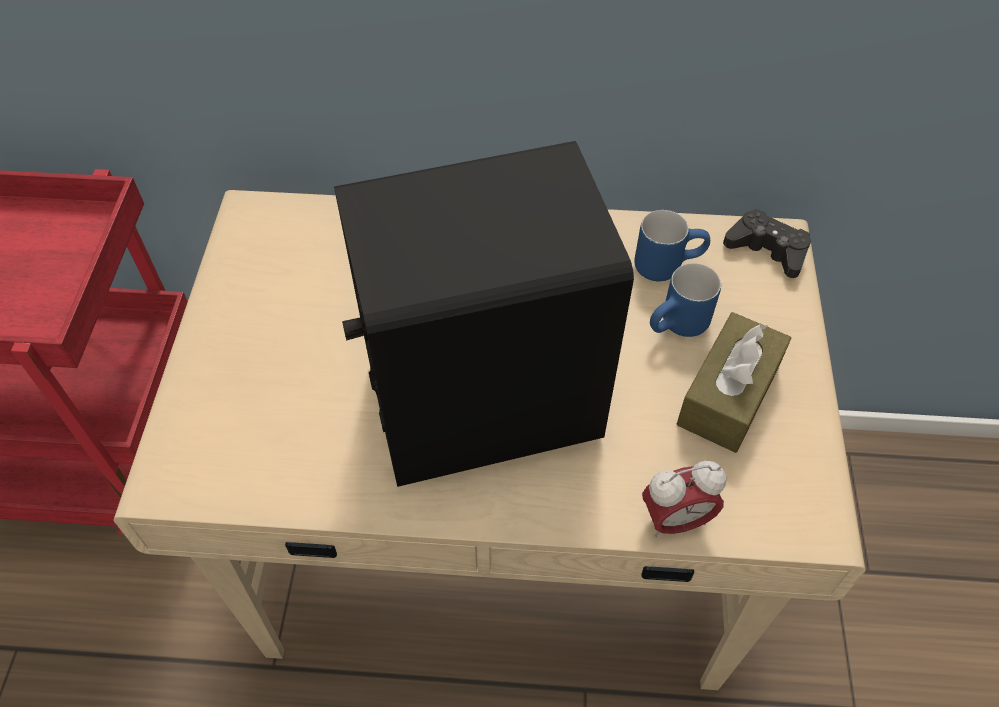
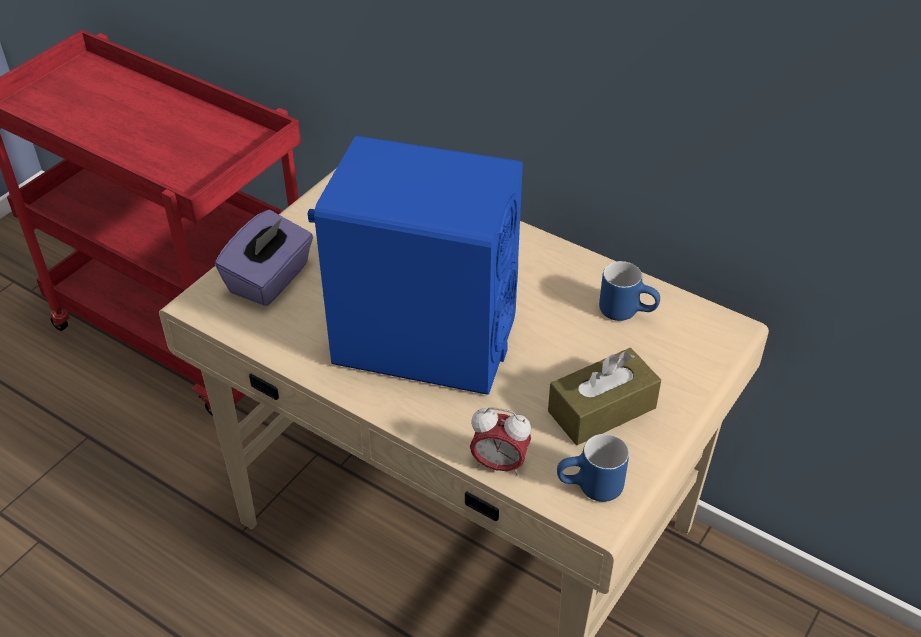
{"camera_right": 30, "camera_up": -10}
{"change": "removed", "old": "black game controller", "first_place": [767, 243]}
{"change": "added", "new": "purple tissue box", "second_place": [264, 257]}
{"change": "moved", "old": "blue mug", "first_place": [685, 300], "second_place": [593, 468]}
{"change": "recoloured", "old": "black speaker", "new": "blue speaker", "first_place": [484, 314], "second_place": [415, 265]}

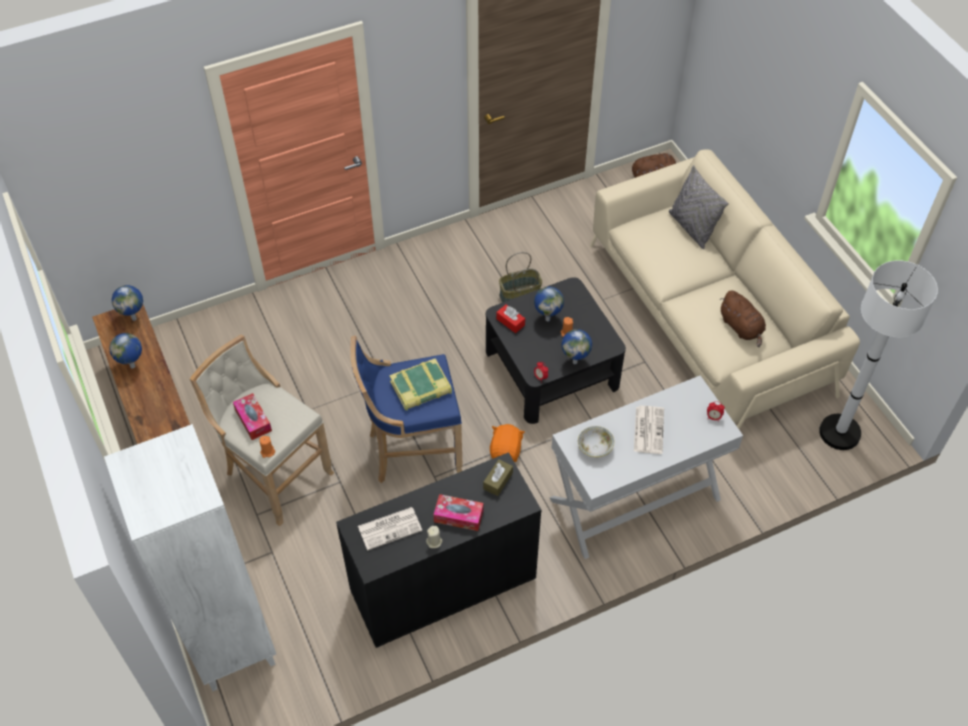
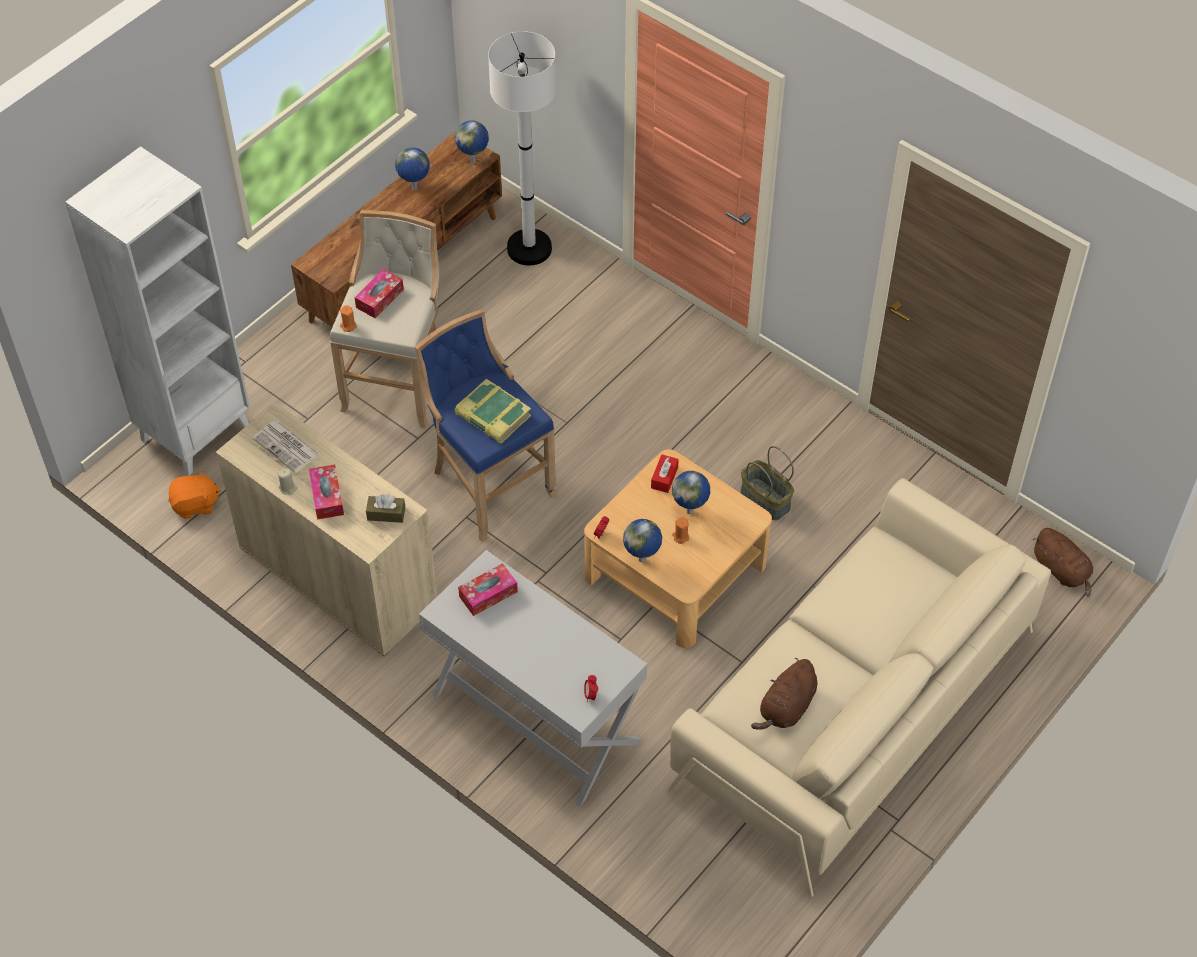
{"camera_right": 65, "camera_up": 0}
{"change": "removed", "old": "newspaper", "first_place": [649, 430]}
{"change": "removed", "old": "grey pillow", "first_place": [699, 207]}
{"change": "moved", "old": "orange plush toy", "first_place": [507, 443], "second_place": [194, 494]}
{"change": "moved", "old": "white floor lamp", "first_place": [878, 355], "second_place": [522, 148]}
{"change": "replaced", "old": "bowl", "new": "tissue box", "first_place": [596, 441], "second_place": [488, 589]}
{"change": "recoloured", "old": "black cabinet", "new": "beige cabinet", "first_place": [439, 550], "second_place": [326, 529]}
{"change": "recoloured", "old": "black coffee table", "new": "beige coffee table", "first_place": [556, 350], "second_place": [678, 548]}

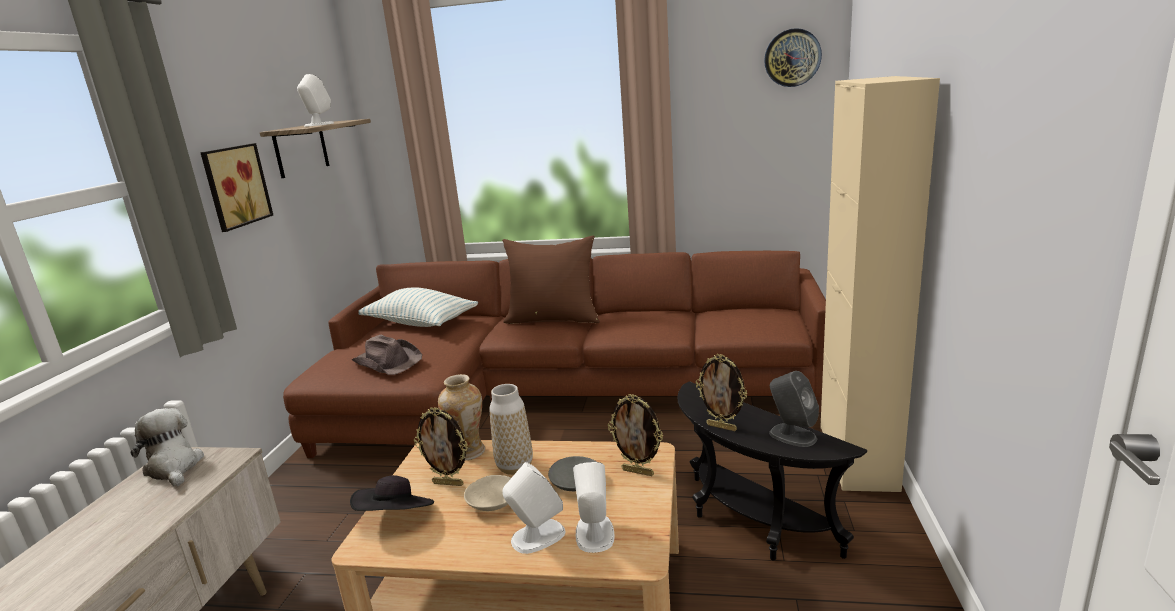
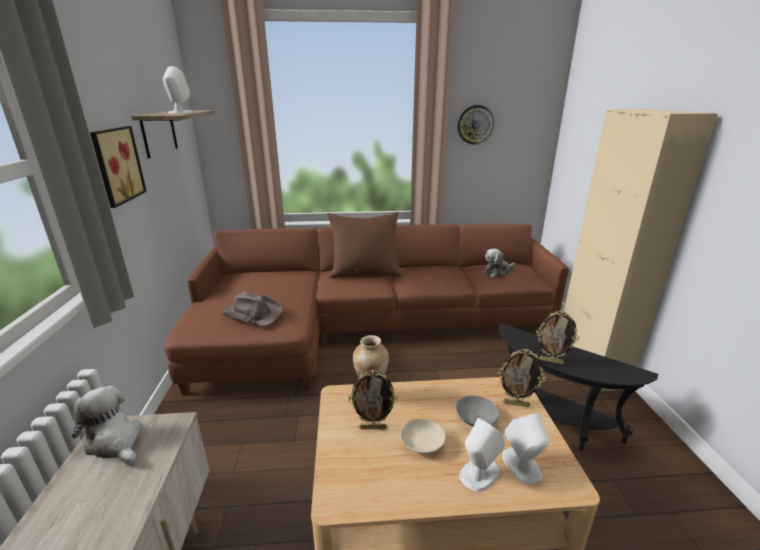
{"camera_right": -15, "camera_up": 5}
{"change": "removed", "old": "black hat", "first_place": [392, 493]}
{"change": "removed", "old": "pillow", "first_place": [418, 307]}
{"change": "removed", "old": "vase", "first_place": [511, 429]}
{"change": "removed", "old": "grey speaker", "first_place": [794, 409]}
{"change": "added", "new": "plush toy", "second_place": [499, 263]}
{"change": "moved", "old": "wall clock", "first_place": [793, 57], "second_place": [475, 125]}

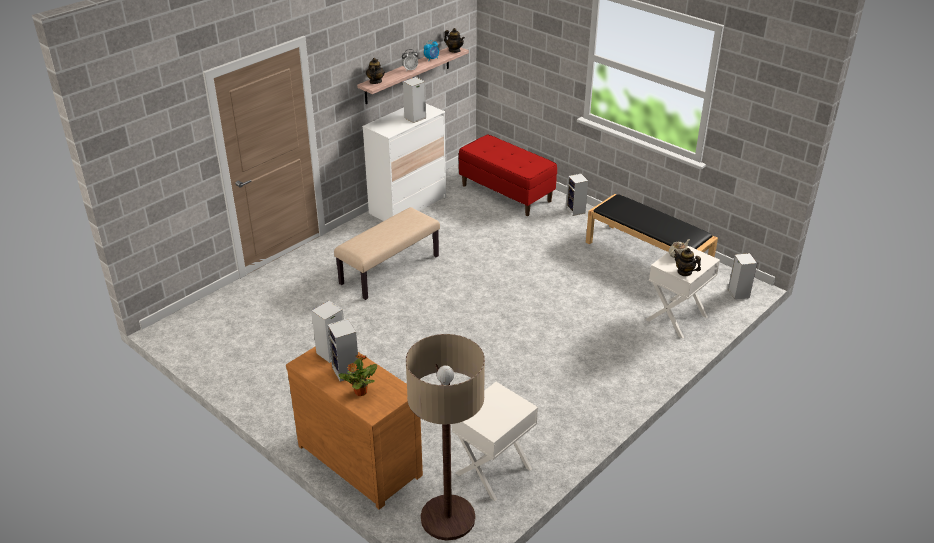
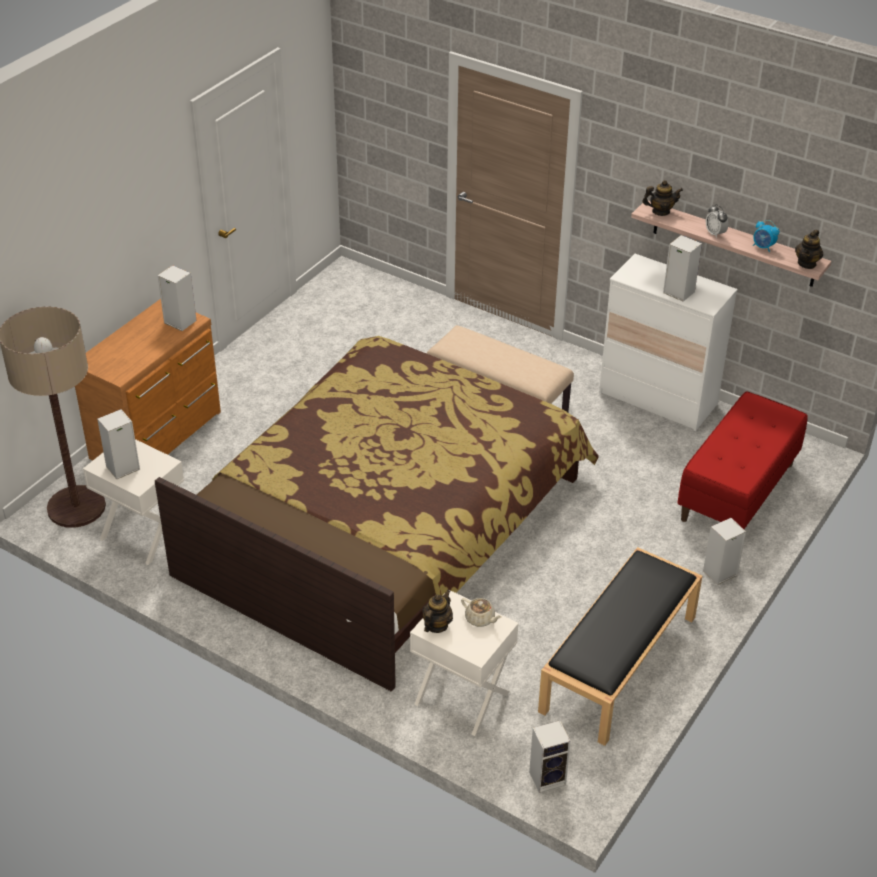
{"camera_right": 80, "camera_up": 5}
{"change": "removed", "old": "potted plant", "first_place": [357, 375]}
{"change": "added", "new": "bed", "second_place": [377, 513]}
{"change": "moved", "old": "speaker", "first_place": [342, 350], "second_place": [118, 444]}

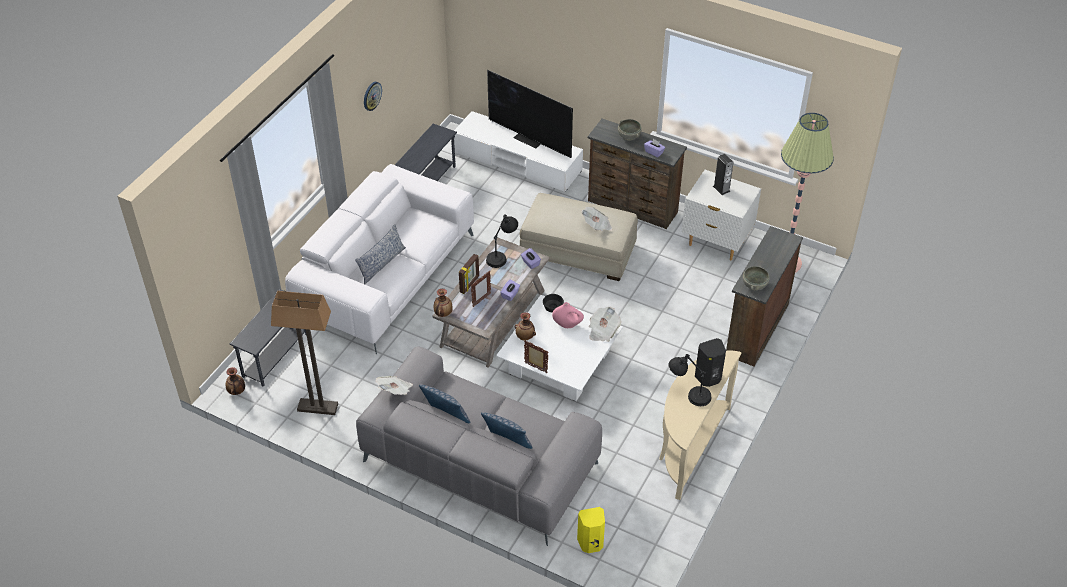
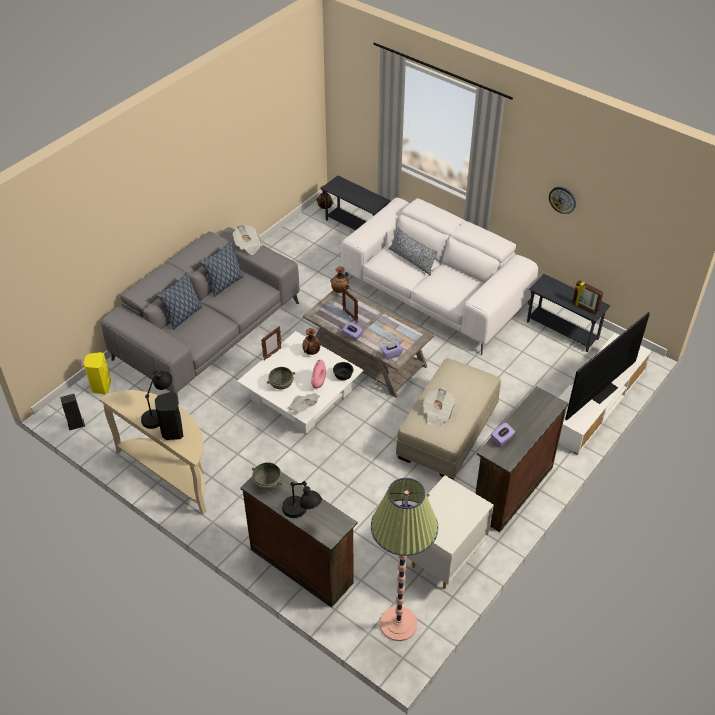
{"camera_right": 100, "camera_up": 0}
{"change": "removed", "old": "floor lamp", "first_place": [304, 353]}
{"change": "moved", "old": "picture frame", "first_place": [469, 274], "second_place": [587, 297]}
{"change": "moved", "old": "black table lamp", "first_place": [502, 241], "second_place": [302, 499]}
{"change": "moved", "old": "grey bowl", "first_place": [630, 130], "second_place": [281, 378]}
{"change": "moved", "old": "speaker", "first_place": [723, 174], "second_place": [72, 412]}

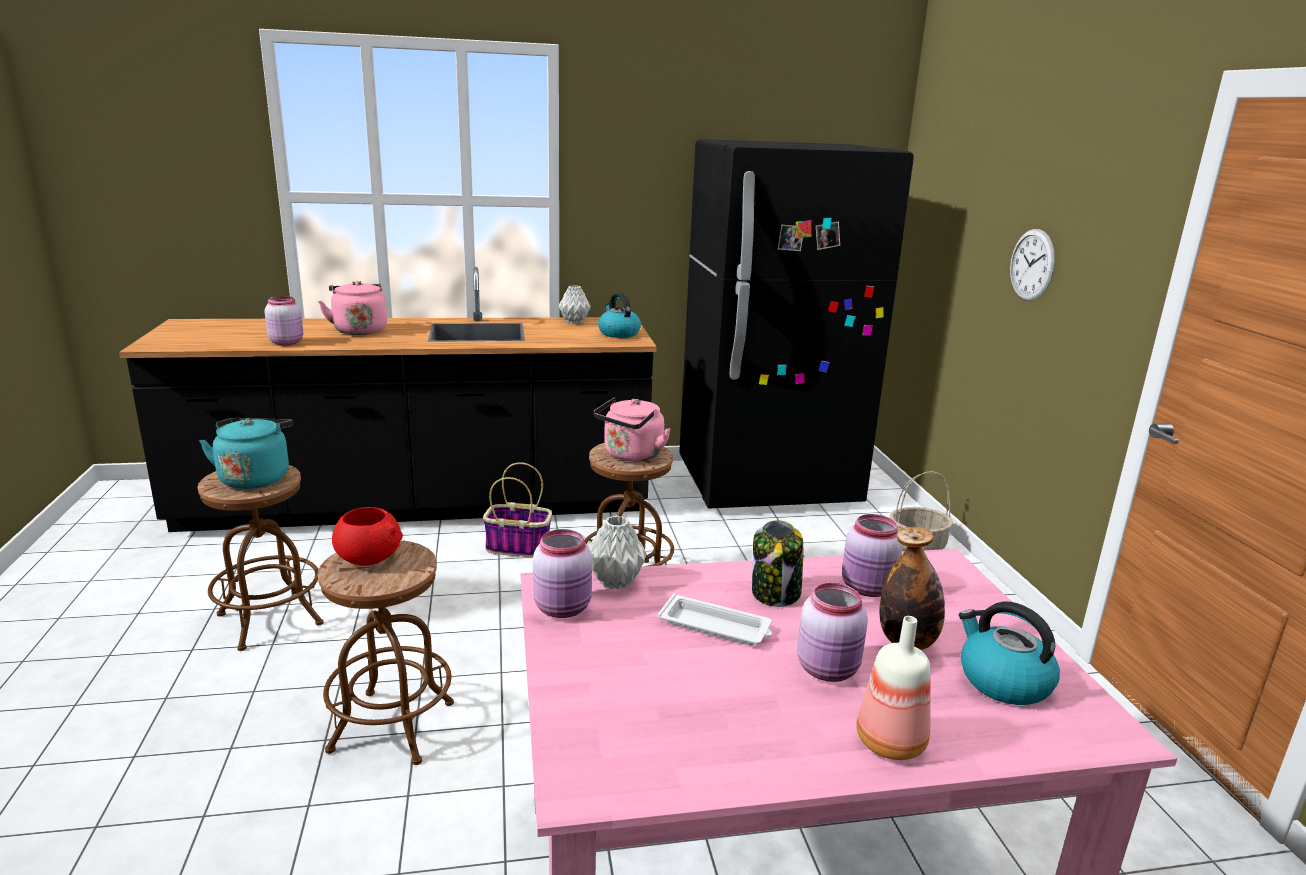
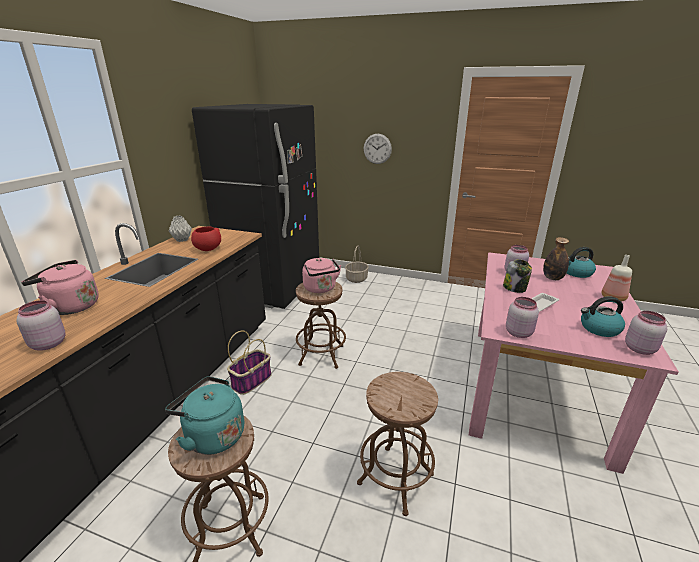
{"camera_right": -60, "camera_up": 5}
{"change": "removed", "old": "grey vase", "first_place": [618, 553]}
{"change": "moved", "old": "red bowl", "first_place": [367, 536], "second_place": [206, 238]}
{"change": "moved", "old": "kettle", "first_place": [619, 315], "second_place": [603, 317]}
{"change": "moved", "old": "pink jar", "first_place": [832, 632], "second_place": [646, 333]}

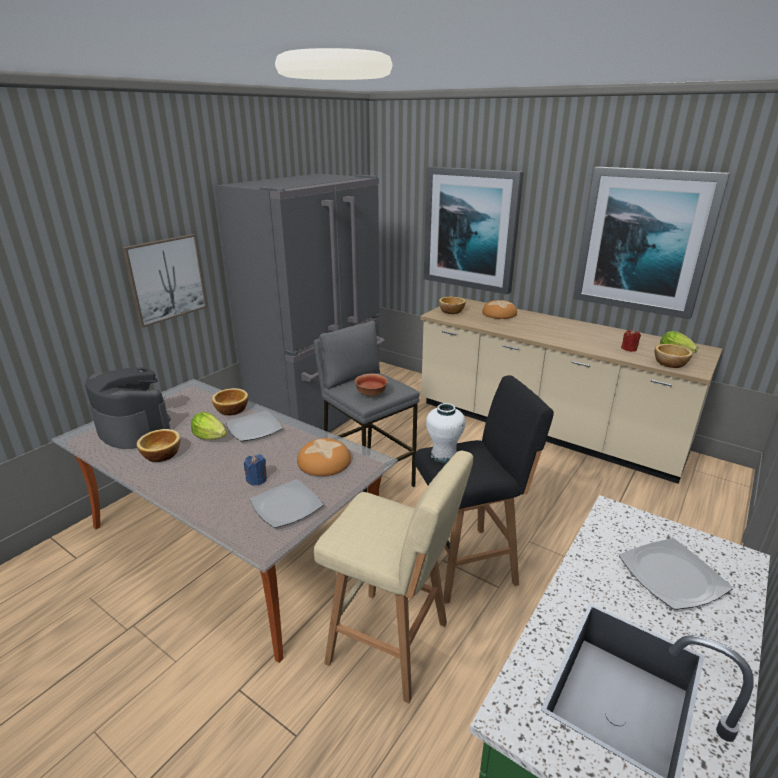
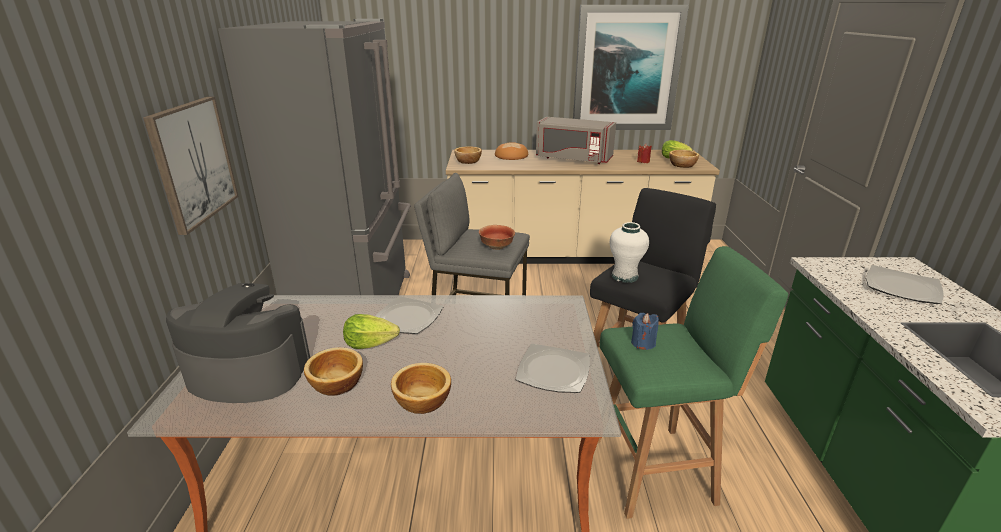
{"camera_right": -35, "camera_up": 0}
{"change": "removed", "old": "bread", "first_place": [324, 457]}
{"change": "removed", "old": "picture", "first_place": [474, 231]}
{"change": "added", "new": "grey microwave", "second_place": [576, 140]}
{"change": "moved", "old": "bowl", "first_place": [230, 401], "second_place": [421, 388]}
{"change": "moved", "old": "blue candle", "first_place": [255, 469], "second_place": [645, 331]}
{"change": "recoloured", "old": "beige stool", "new": "green stool", "first_place": [393, 577], "second_place": [693, 382]}

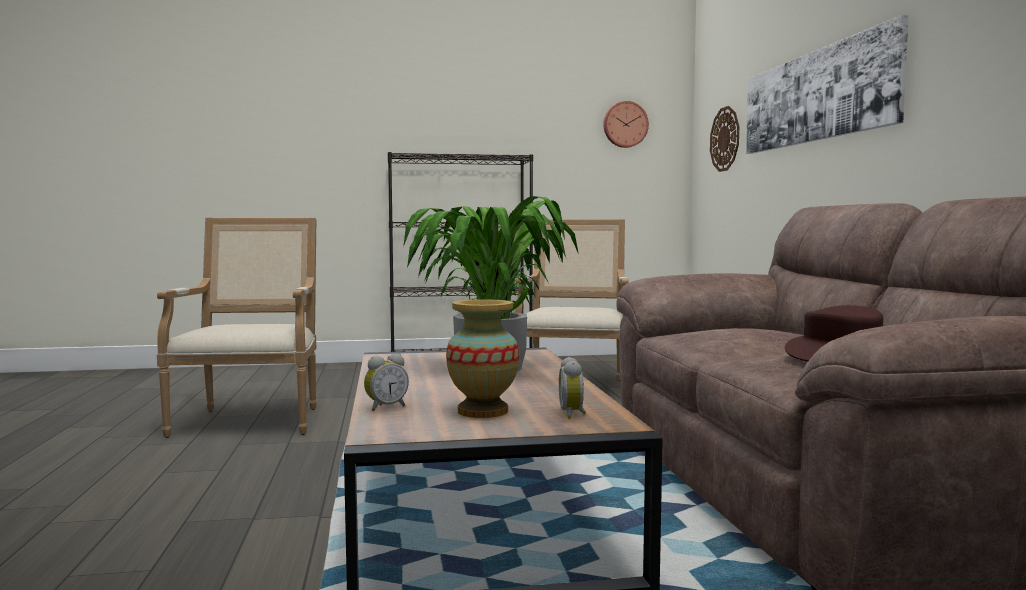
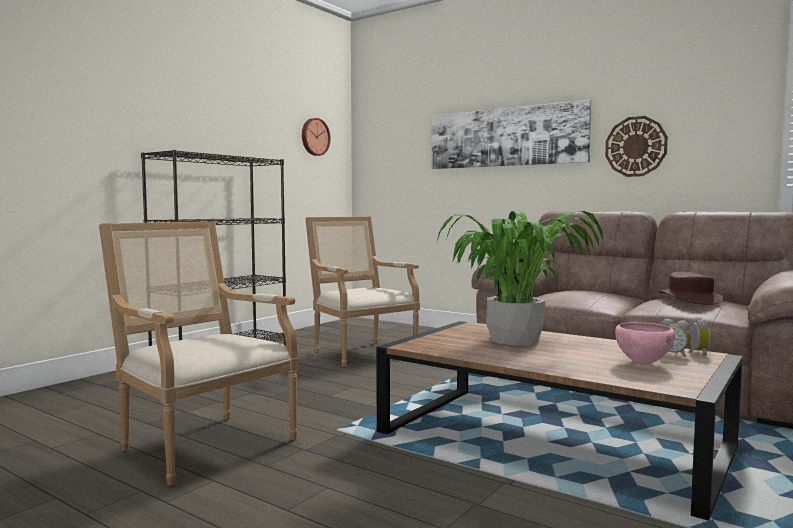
{"camera_right": -45, "camera_up": 0}
{"change": "moved", "old": "alarm clock", "first_place": [386, 382], "second_place": [700, 336]}
{"change": "moved", "old": "wall clock", "first_place": [724, 139], "second_place": [636, 146]}
{"change": "replaced", "old": "vase", "new": "pink bowl", "first_place": [483, 358], "second_place": [645, 343]}

